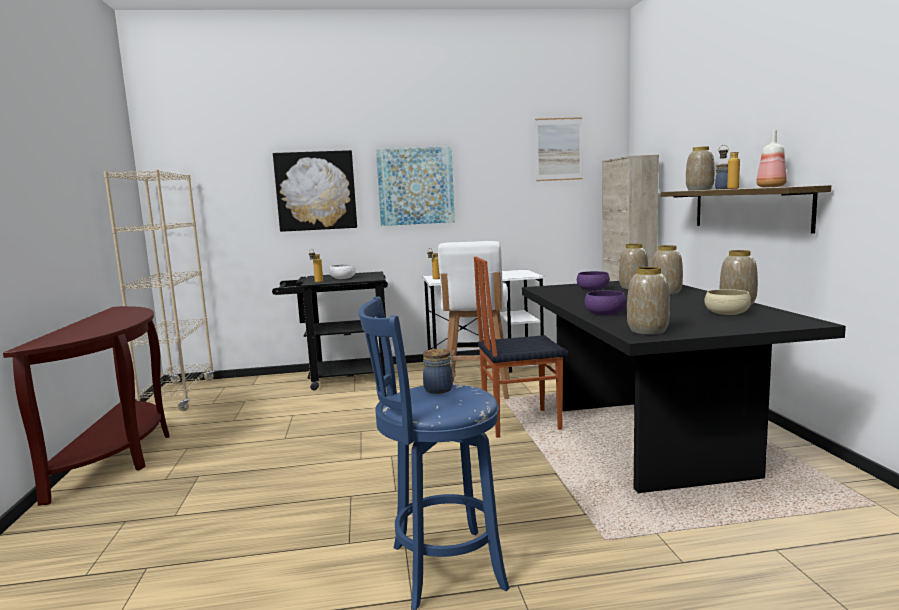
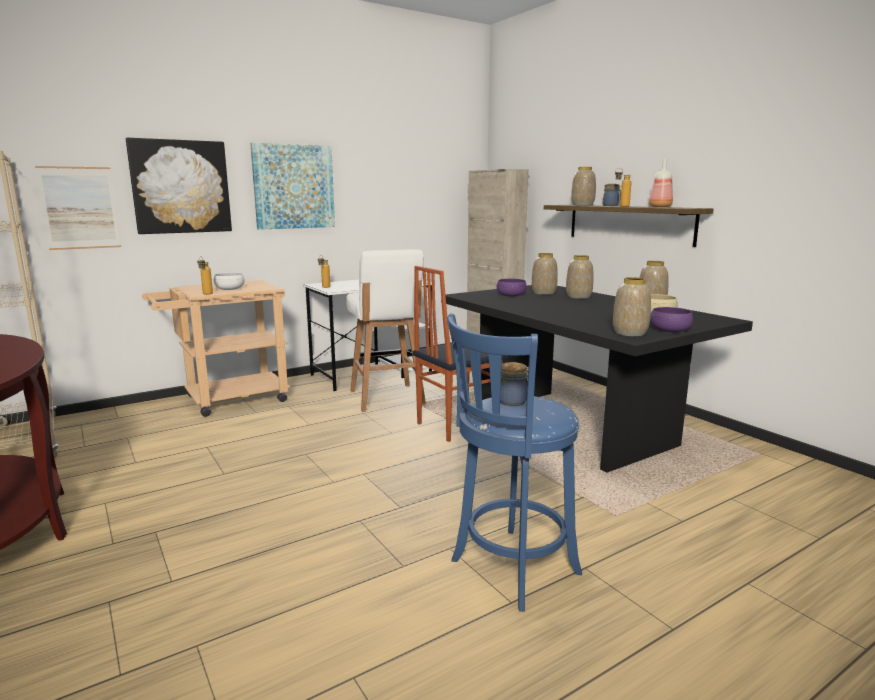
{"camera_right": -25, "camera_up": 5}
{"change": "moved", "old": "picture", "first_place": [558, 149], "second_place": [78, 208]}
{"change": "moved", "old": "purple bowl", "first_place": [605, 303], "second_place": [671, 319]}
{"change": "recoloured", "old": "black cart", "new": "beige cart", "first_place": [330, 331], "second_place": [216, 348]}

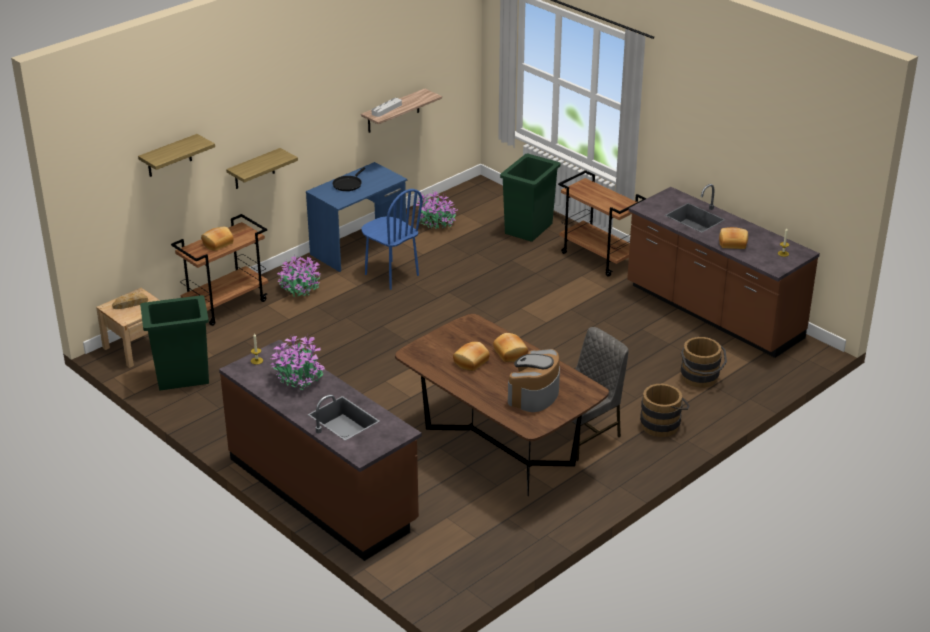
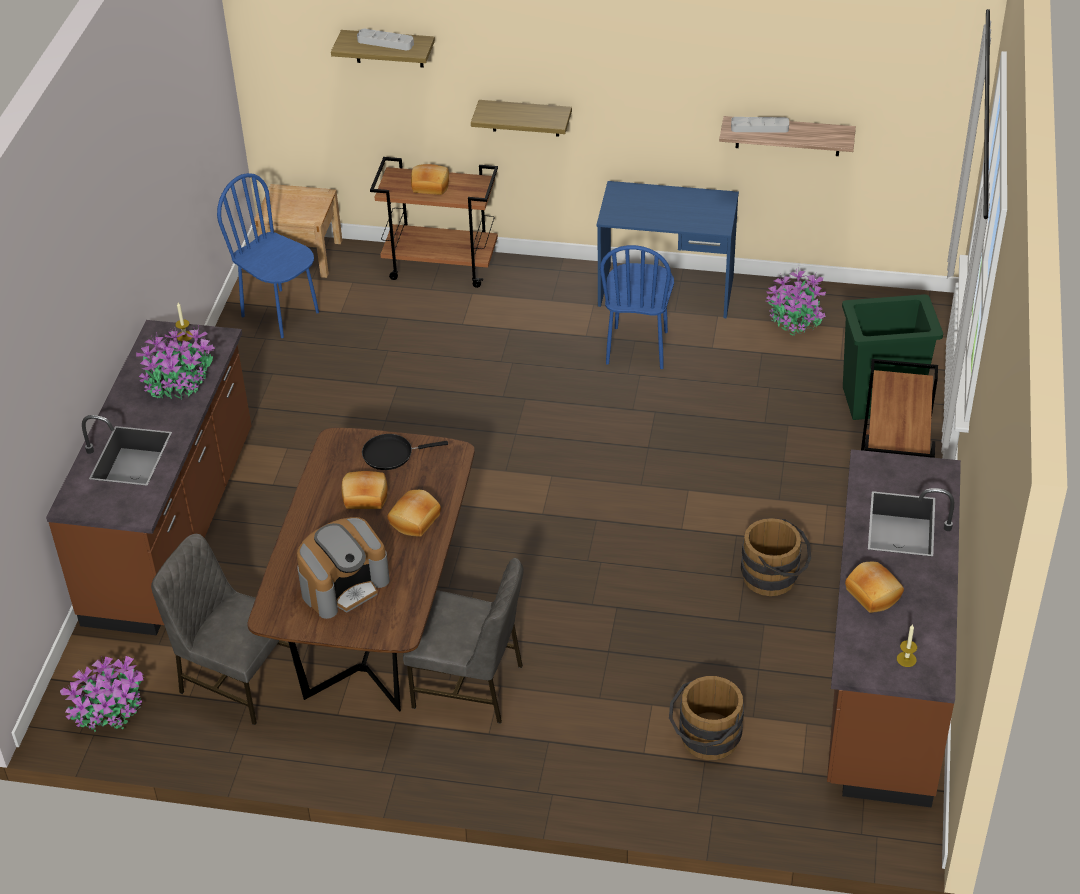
{"camera_right": 55, "camera_up": 10}
{"change": "removed", "old": "bread", "first_place": [130, 300]}
{"change": "added", "new": "grey chair", "second_place": [223, 629]}
{"change": "added", "new": "grey tray", "second_place": [385, 39]}
{"change": "moved", "old": "potted plant", "first_place": [298, 276], "second_place": [102, 694]}
{"change": "moved", "old": "black frying pan", "first_place": [348, 179], "second_place": [405, 452]}
{"change": "moved", "old": "brown bucket", "first_place": [665, 410], "second_place": [776, 557]}
{"change": "replaced", "old": "green trash can", "new": "blue chair", "first_place": [174, 342], "second_place": [268, 255]}
{"change": "turned", "old": "coffee machine", "first_place": [534, 380], "second_place": [343, 568], "degrees": 150}

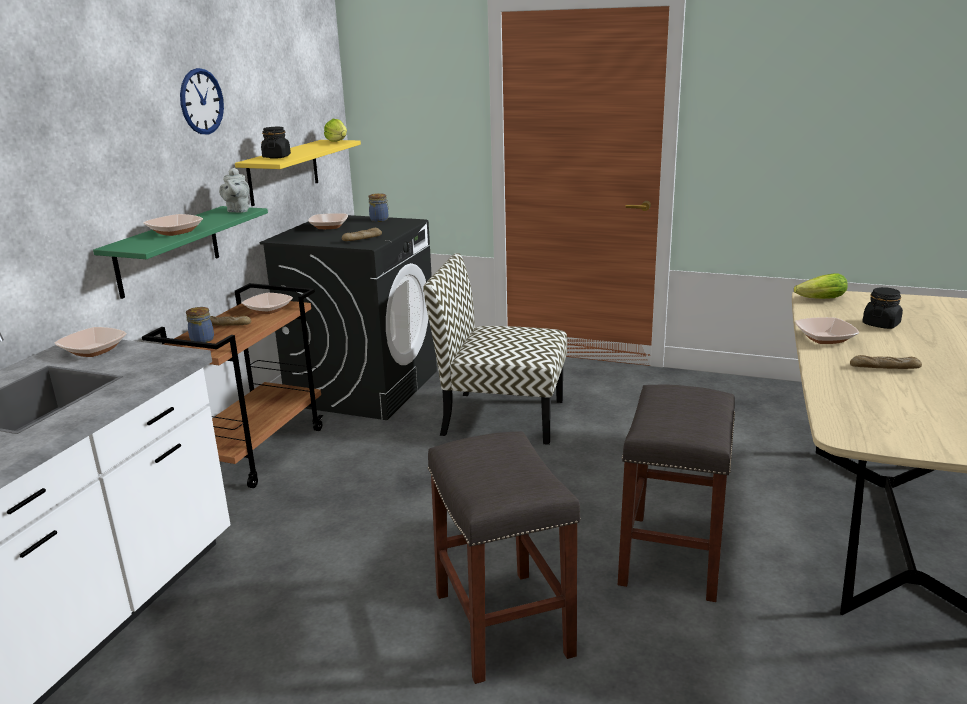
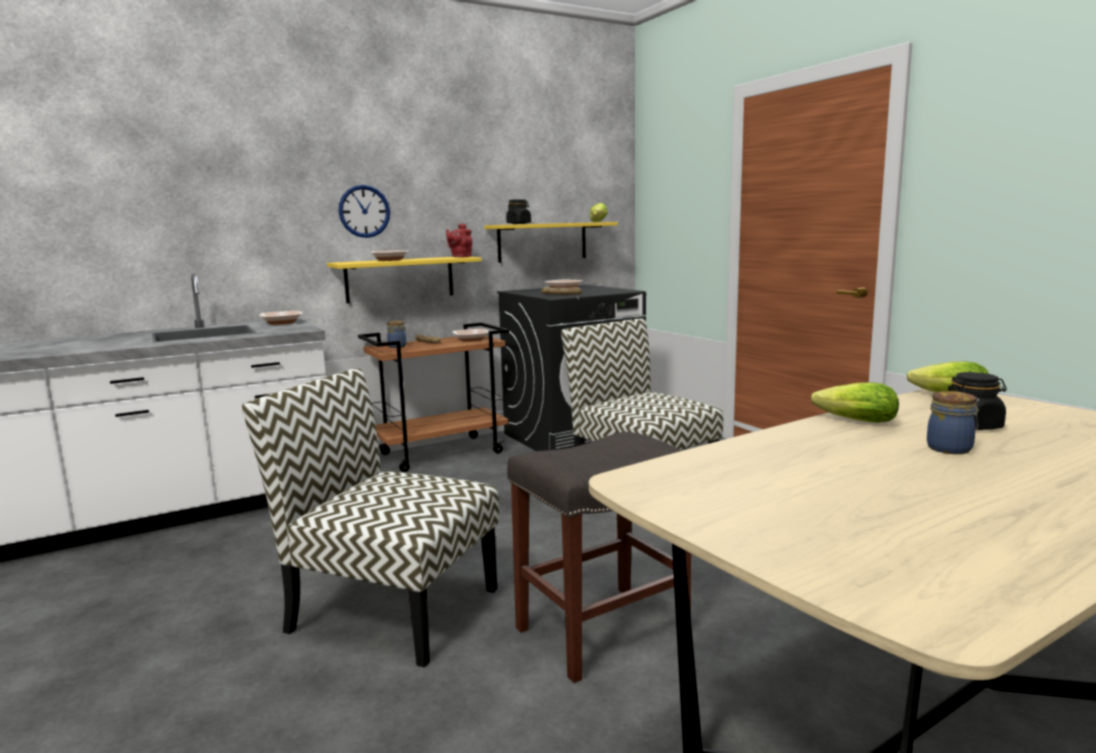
{"camera_right": 40, "camera_up": -10}
{"change": "removed", "old": "bread", "first_place": [886, 362]}
{"change": "moved", "old": "wall clock", "first_place": [202, 101], "second_place": [364, 211]}
{"change": "moved", "old": "jar", "first_place": [379, 207], "second_place": [953, 422]}
{"change": "replaced", "old": "grey stool", "new": "chair", "first_place": [504, 557], "second_place": [370, 518]}
{"change": "replaced", "old": "bowl", "new": "lettuce", "first_place": [827, 330], "second_place": [855, 403]}
{"change": "recoloured", "old": "green shelf", "new": "yellow shelf", "first_place": [180, 252], "second_place": [404, 280]}
{"change": "recoloured", "old": "grey teapot", "new": "red teapot", "first_place": [234, 190], "second_place": [459, 241]}

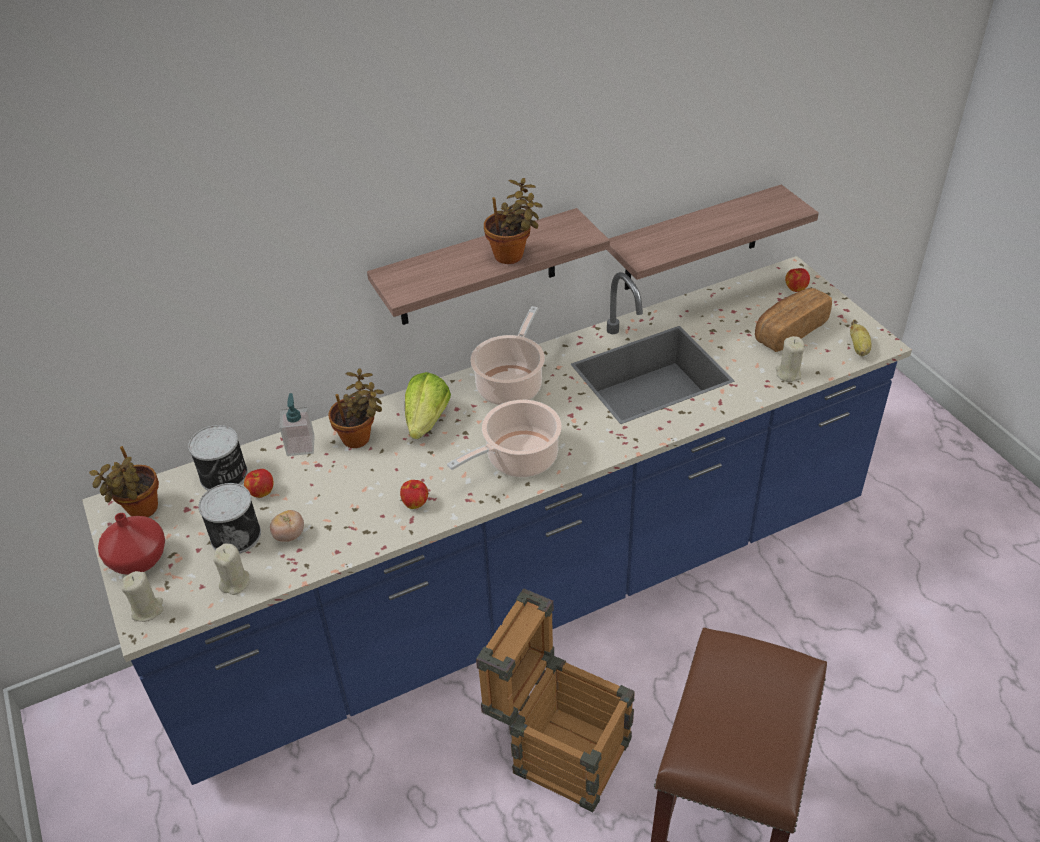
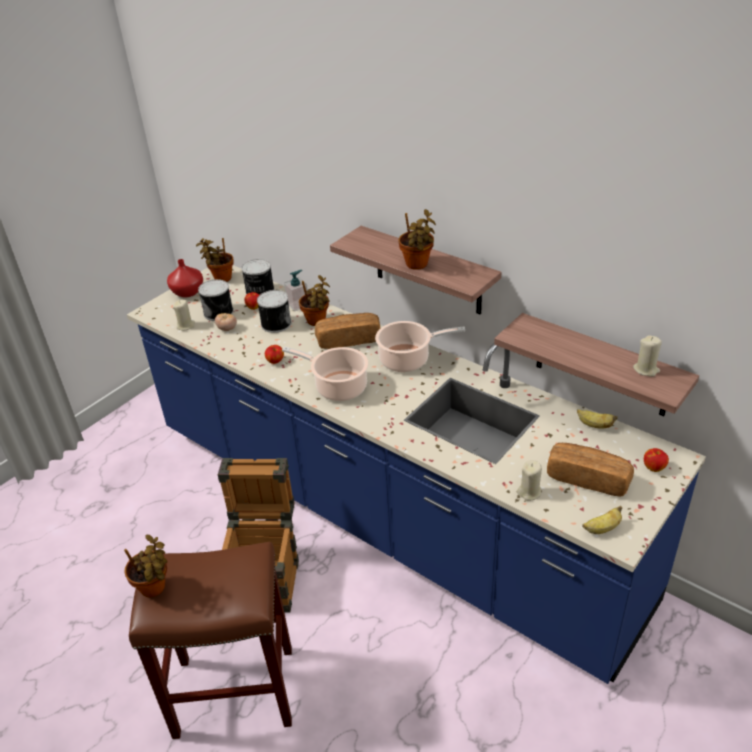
{"camera_right": 65, "camera_up": -5}
{"change": "added", "new": "potted plant", "second_place": [145, 566]}
{"change": "added", "new": "can", "second_place": [274, 311]}
{"change": "added", "new": "banana", "second_place": [597, 419]}
{"change": "moved", "old": "beige candle", "first_place": [142, 596], "second_place": [647, 356]}
{"change": "replaced", "old": "lettuce", "new": "bread", "first_place": [428, 405], "second_place": [347, 331]}

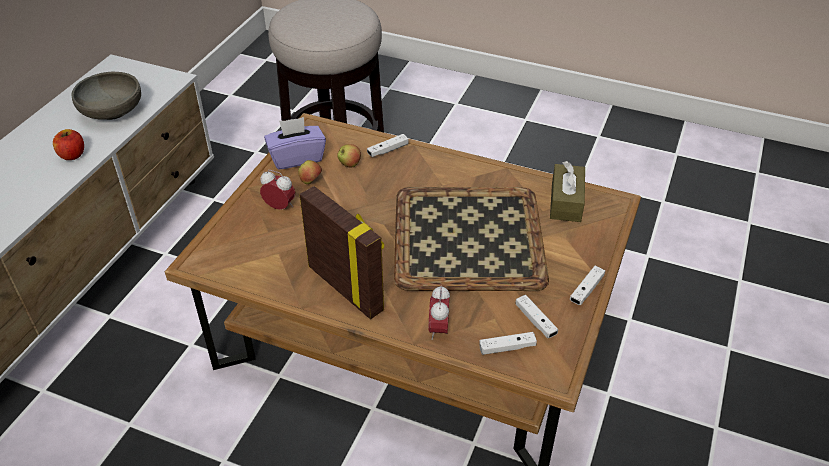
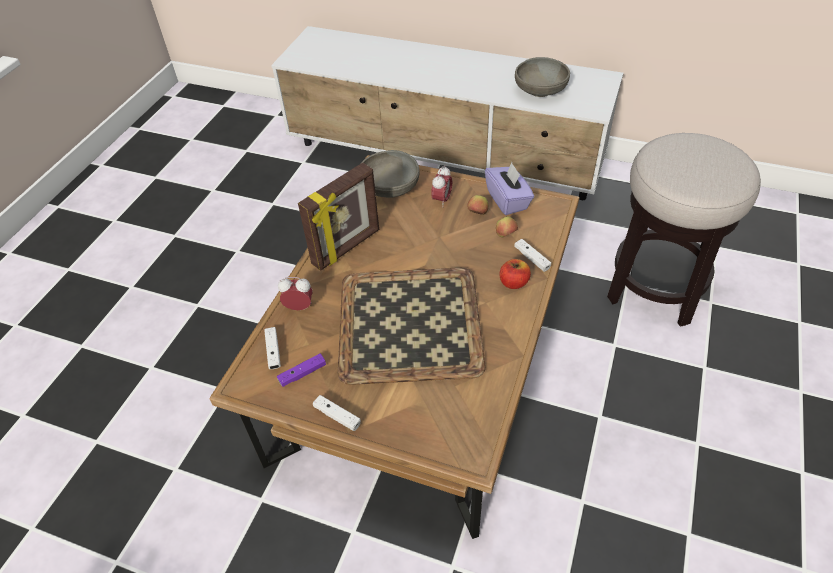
{"camera_right": 90, "camera_up": 5}
{"change": "removed", "old": "brown tissue box", "first_place": [567, 191]}
{"change": "added", "new": "grey bowl", "second_place": [390, 174]}
{"change": "moved", "old": "apple", "first_place": [68, 144], "second_place": [515, 274]}
{"change": "recoloured", "old": "white game controller", "new": "purple game controller", "first_place": [537, 316], "second_place": [301, 370]}

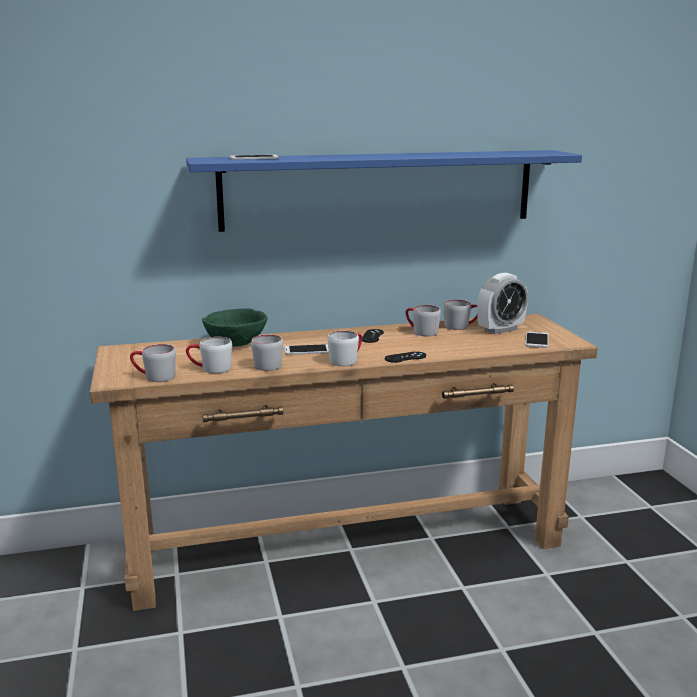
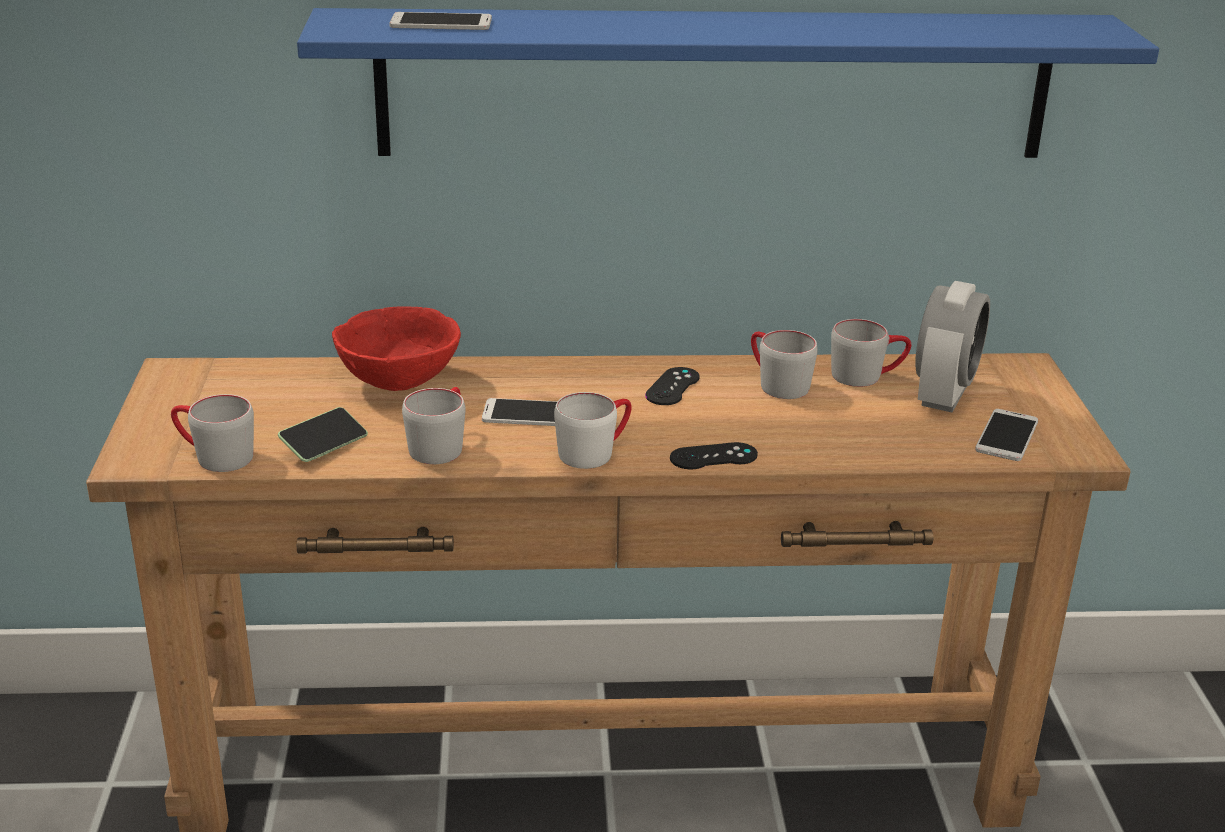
{"camera_right": 10, "camera_up": 10}
{"change": "replaced", "old": "white mug", "new": "phone", "first_place": [209, 355], "second_place": [323, 434]}
{"change": "recoloured", "old": "green bowl", "new": "red bowl", "first_place": [234, 327], "second_place": [396, 348]}
{"change": "turned", "old": "alarm clock", "first_place": [502, 303], "second_place": [952, 347], "degrees": -45}

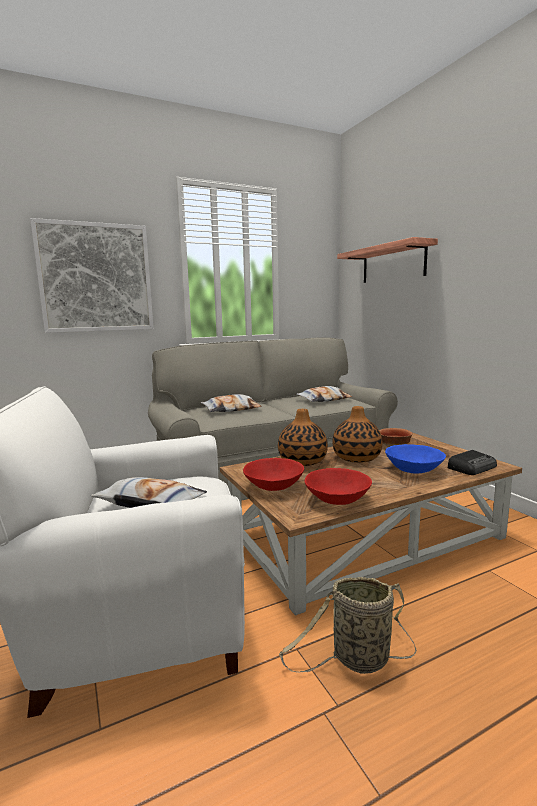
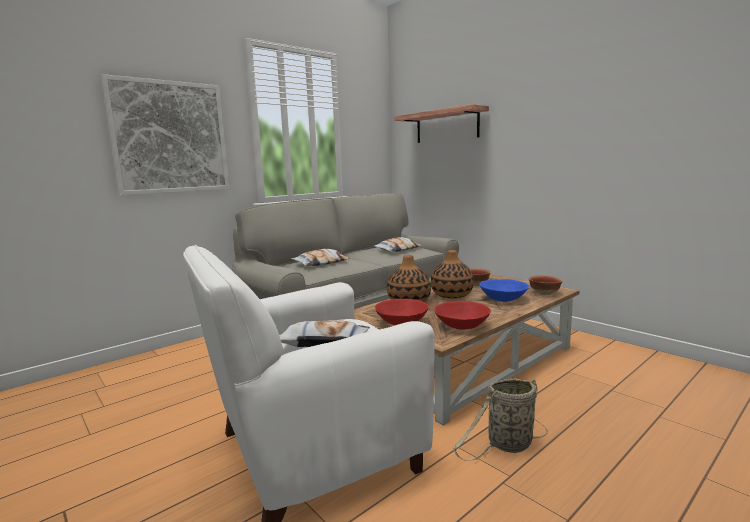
{"camera_right": -15, "camera_up": 0}
{"change": "replaced", "old": "radio", "new": "bowl", "first_place": [472, 462], "second_place": [546, 285]}

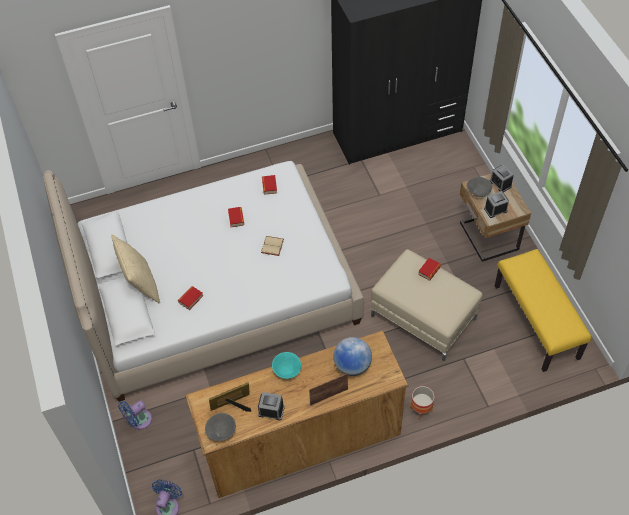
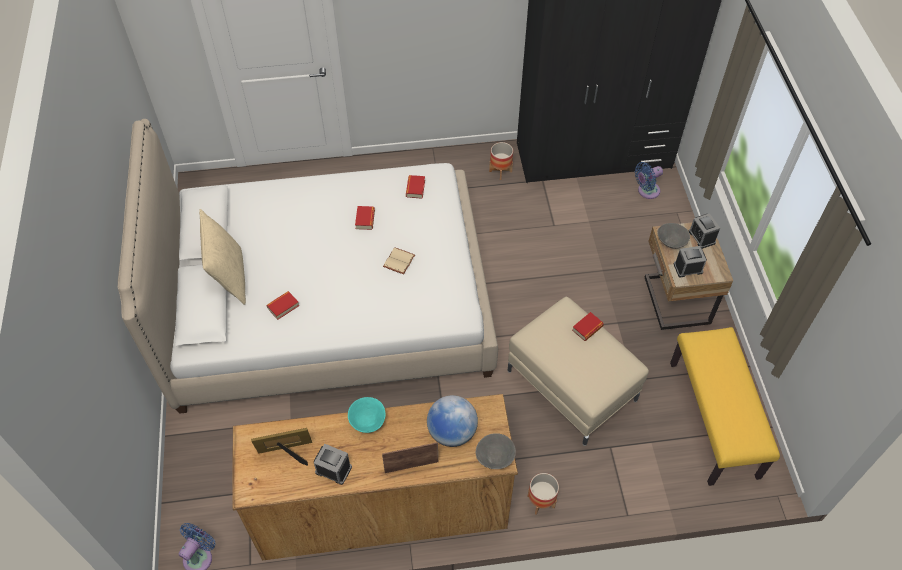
{"camera_right": 10, "camera_up": 0}
{"change": "added", "new": "planter", "second_place": [501, 161]}
{"change": "moved", "old": "blue fan", "first_place": [135, 415], "second_place": [649, 180]}
{"change": "moved", "old": "grey bowl", "first_place": [220, 427], "second_place": [496, 451]}

